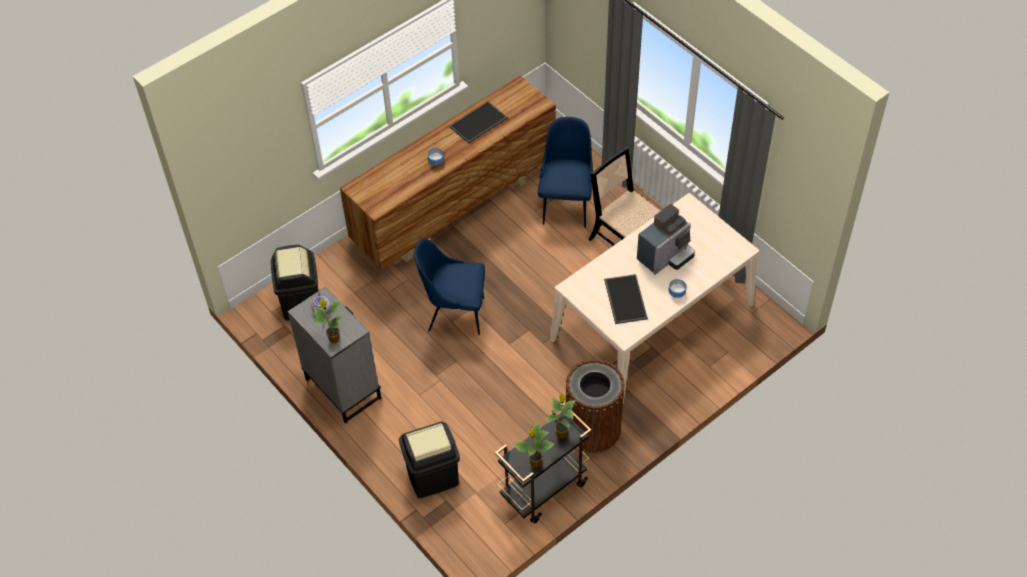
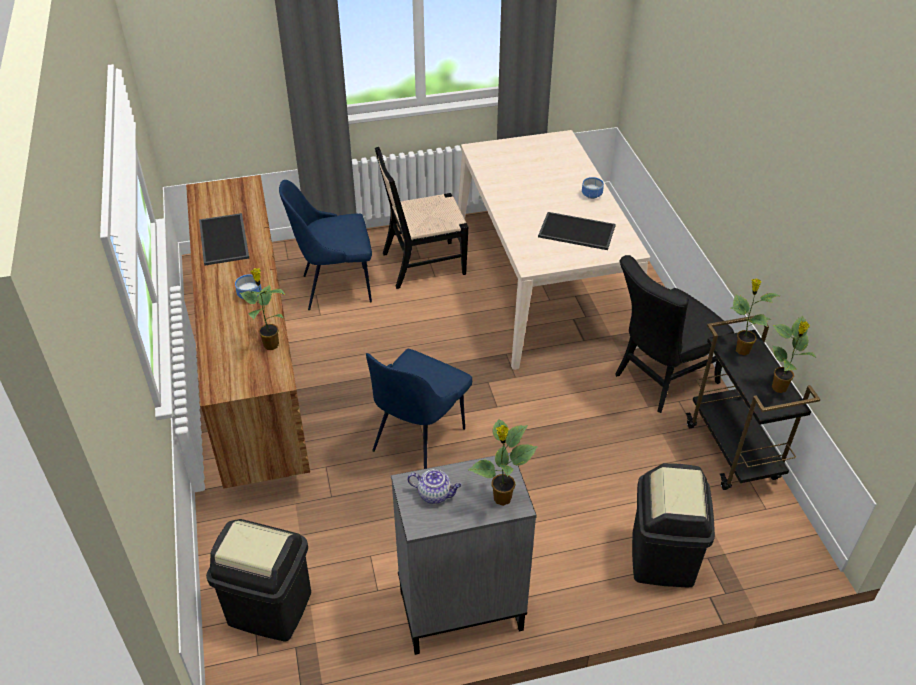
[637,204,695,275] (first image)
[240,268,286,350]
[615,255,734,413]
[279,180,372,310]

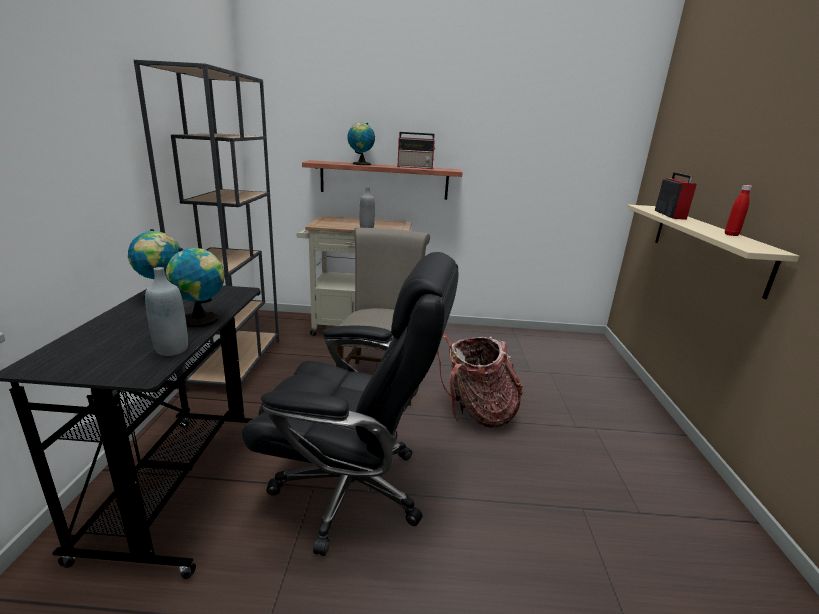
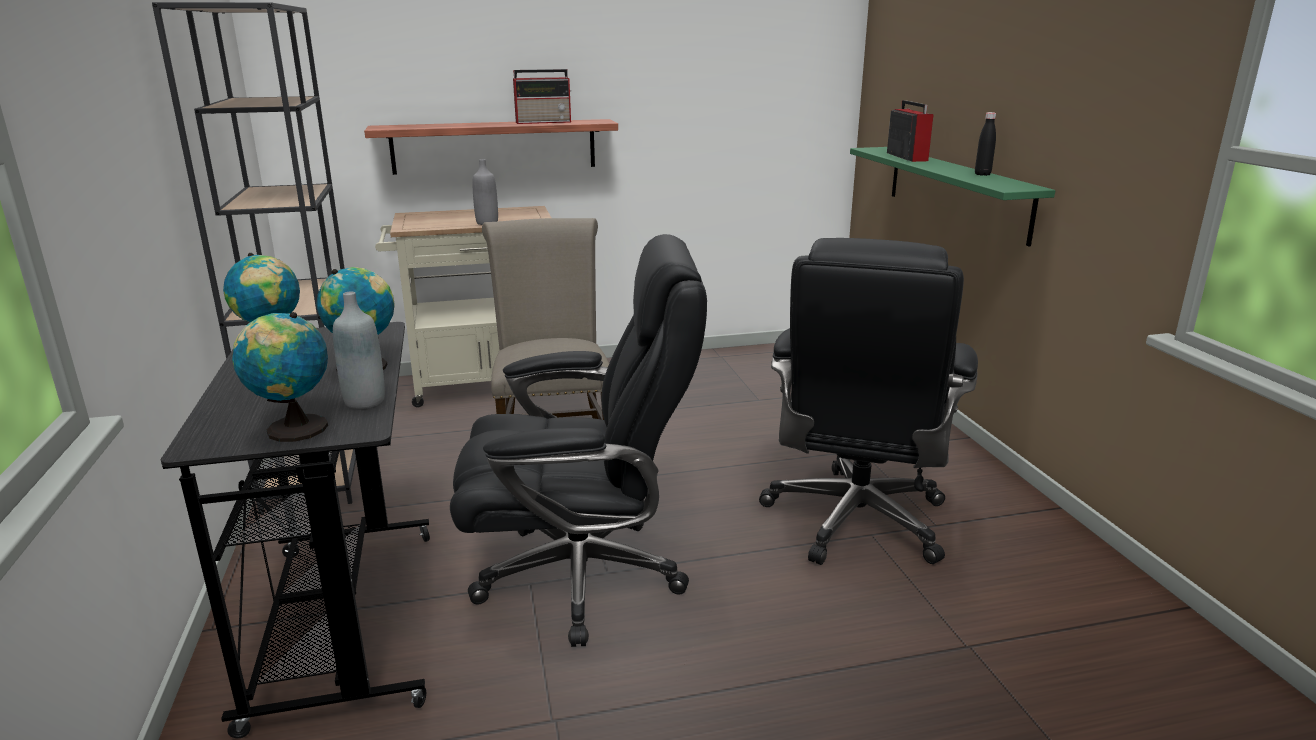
[437,334,523,428] (first image)
[759,238,978,565]
[232,312,328,442]
[850,147,1055,247]
[975,112,996,176]

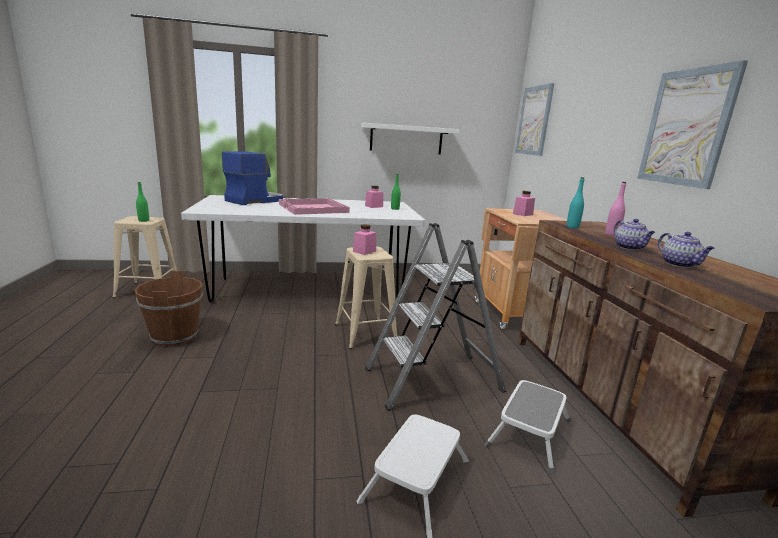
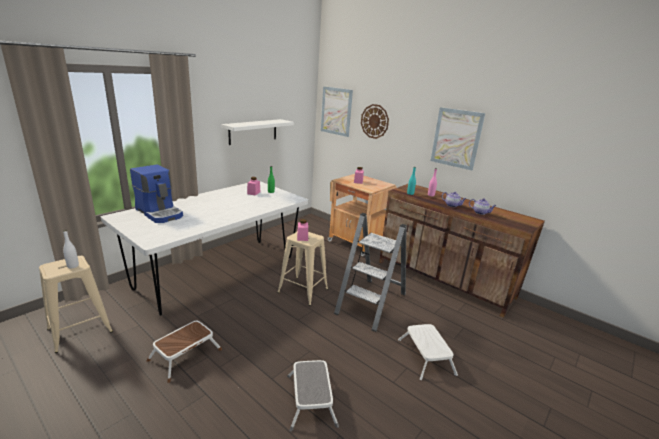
[279,198,350,215] (first image)
[361,104,389,139]
[287,360,339,431]
[147,321,222,383]
[63,230,79,269]
[130,165,183,223]

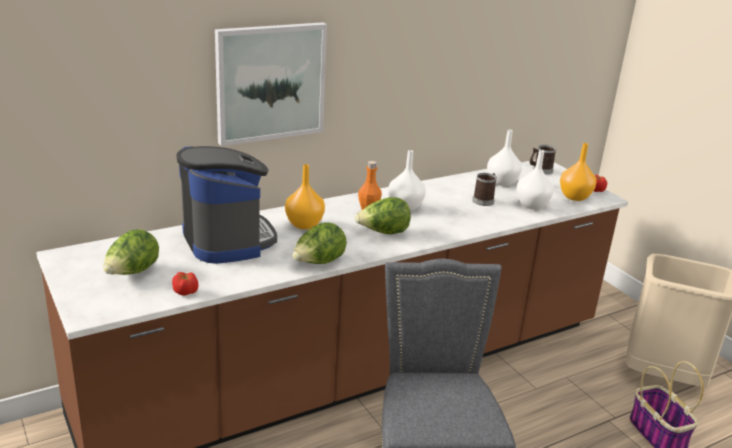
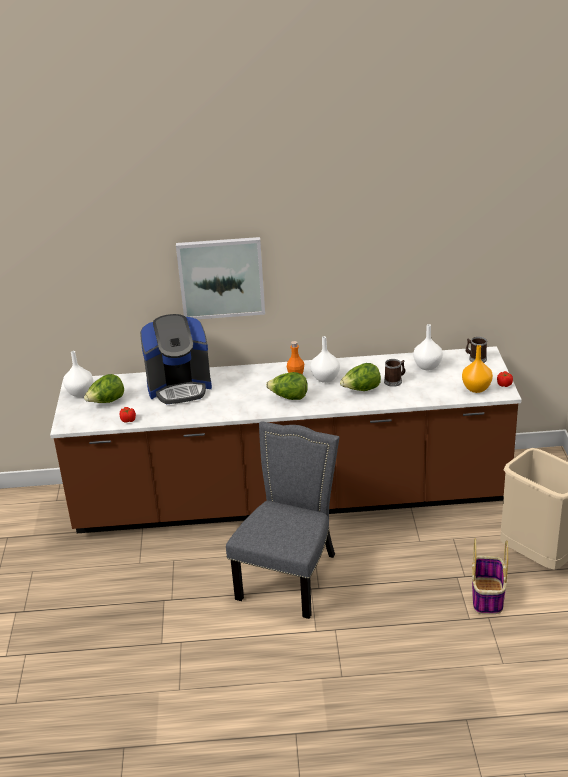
[285,164,325,229] (first image)
[340,363,381,391]
[63,351,93,397]
[140,314,212,404]

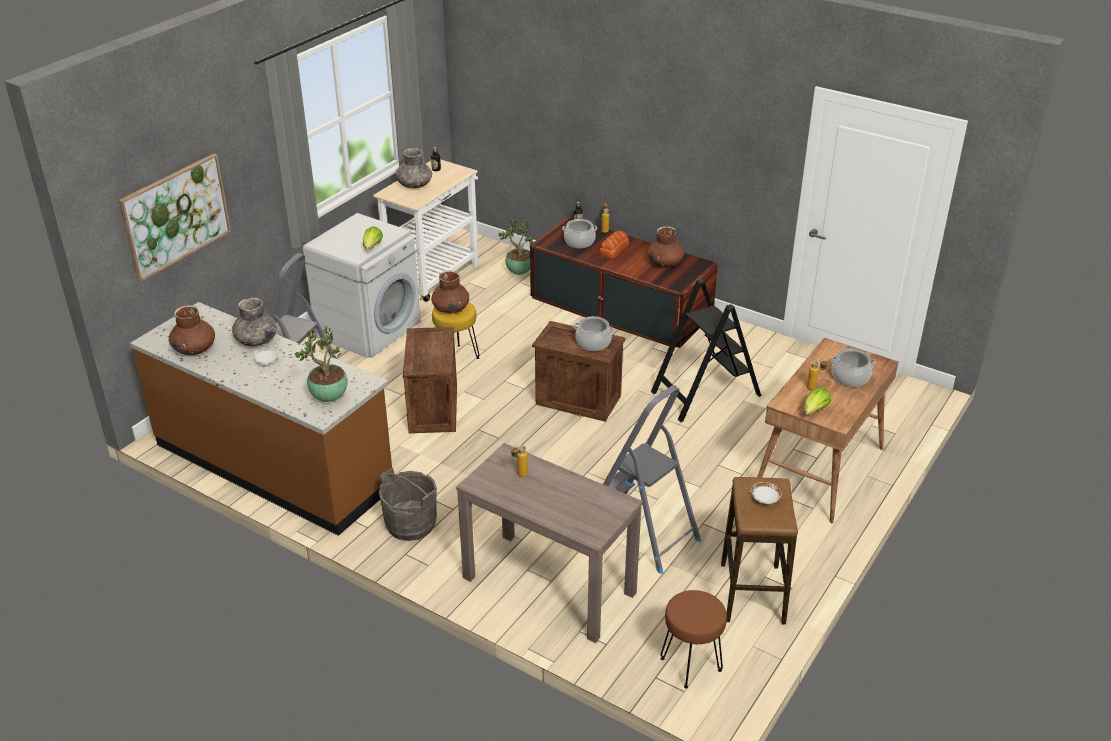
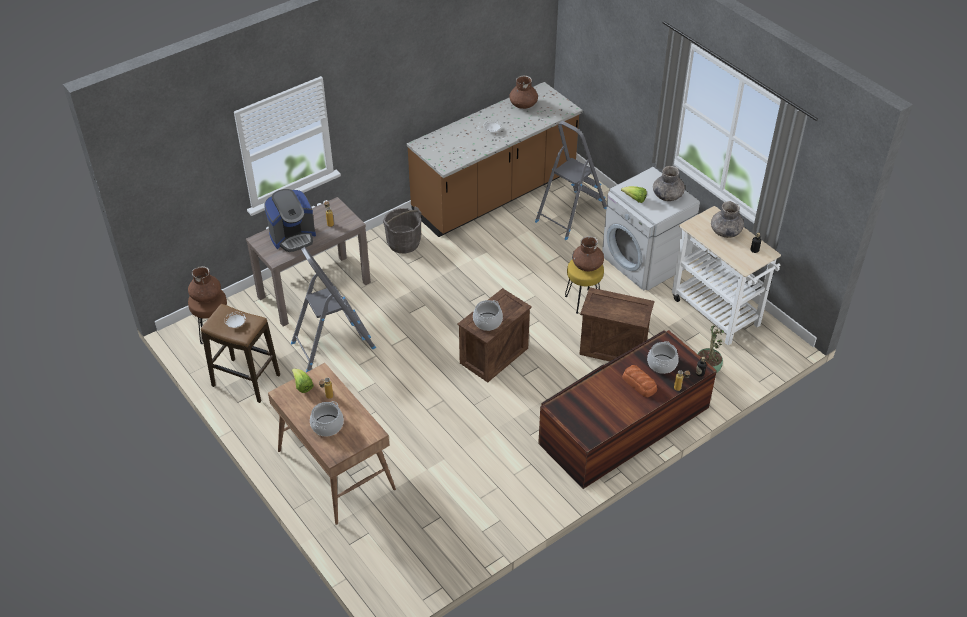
[118,154,231,281] (first image)
[295,326,348,402] (first image)
[651,279,762,422] (first image)
[264,189,316,252]
[653,166,685,201]
[579,287,655,361]
[188,266,221,303]

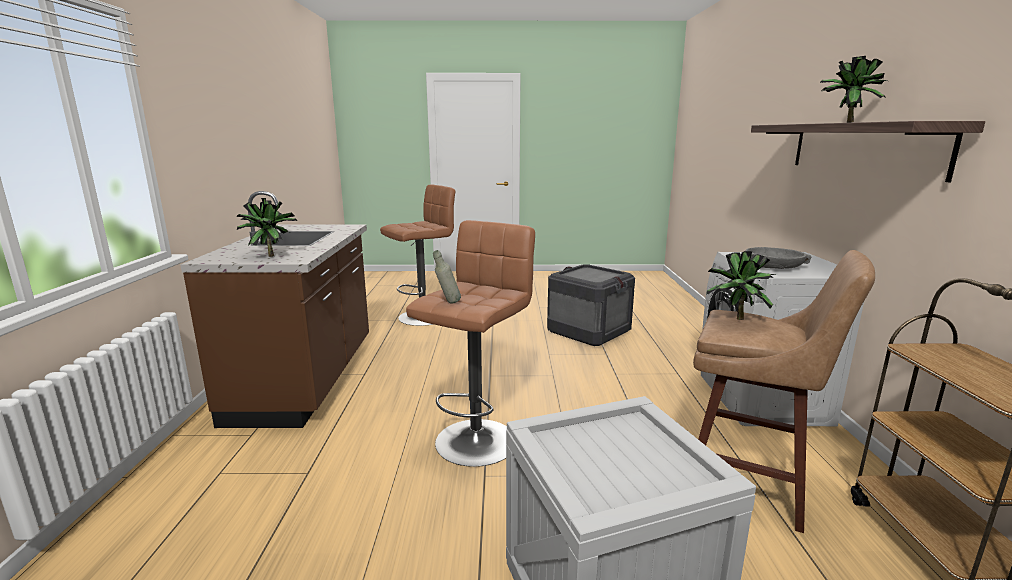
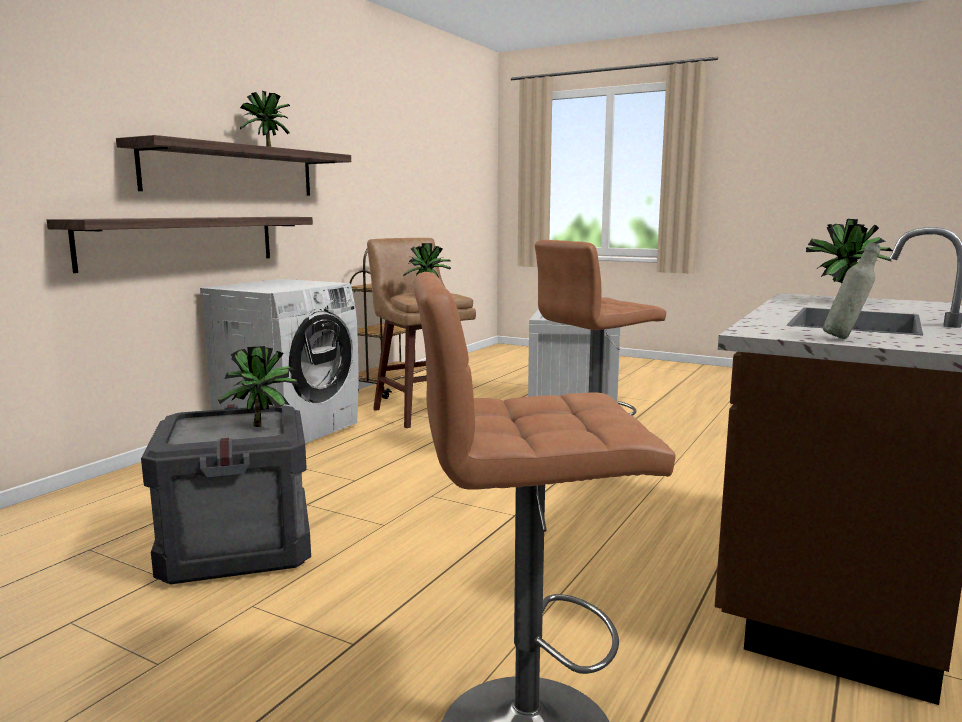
[746,247,811,269] (first image)
[47,217,313,273]
[218,346,298,427]
[823,242,880,339]

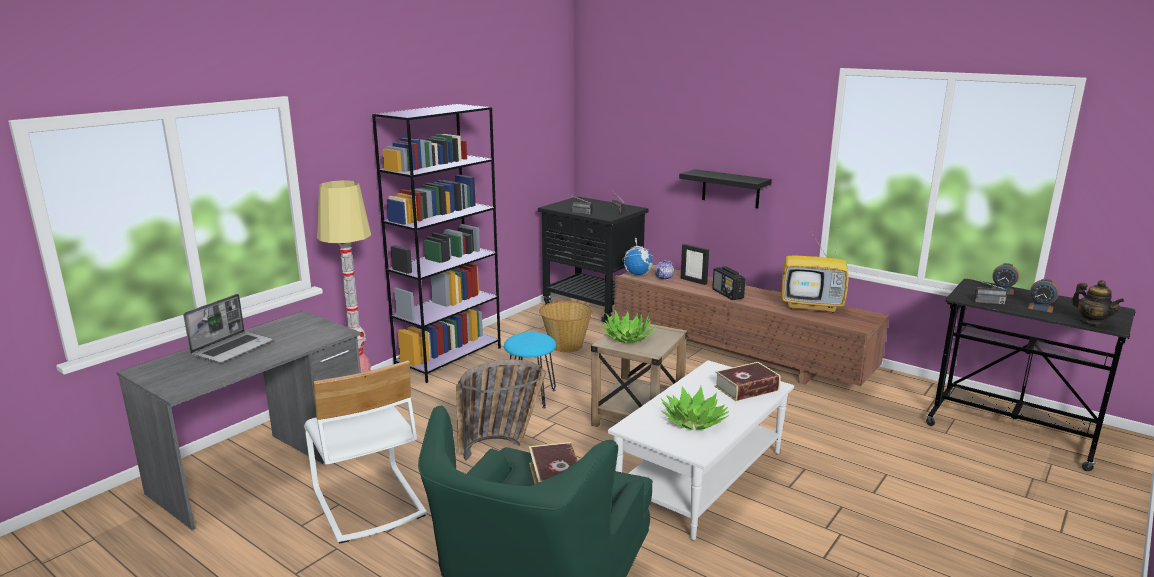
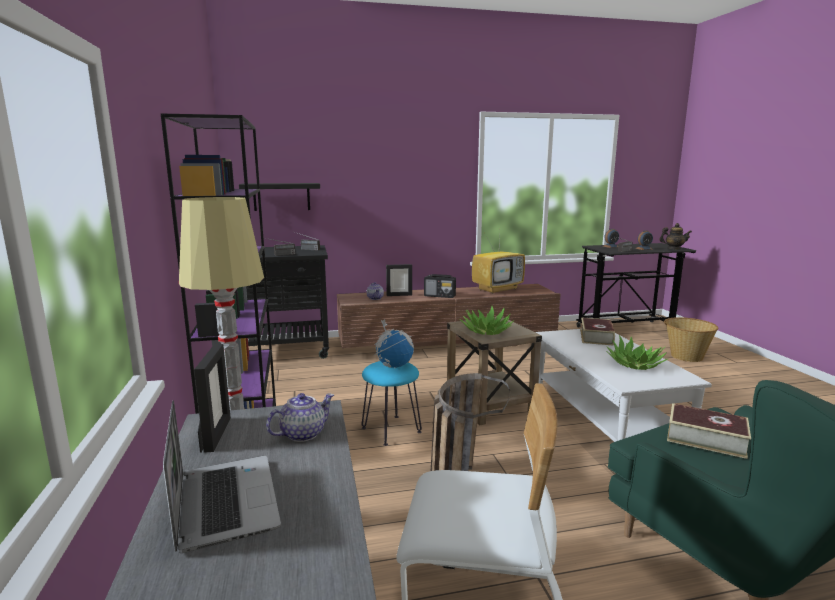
[194,344,231,453]
[266,393,334,442]
[664,317,718,362]
[374,319,414,368]
[239,183,320,211]

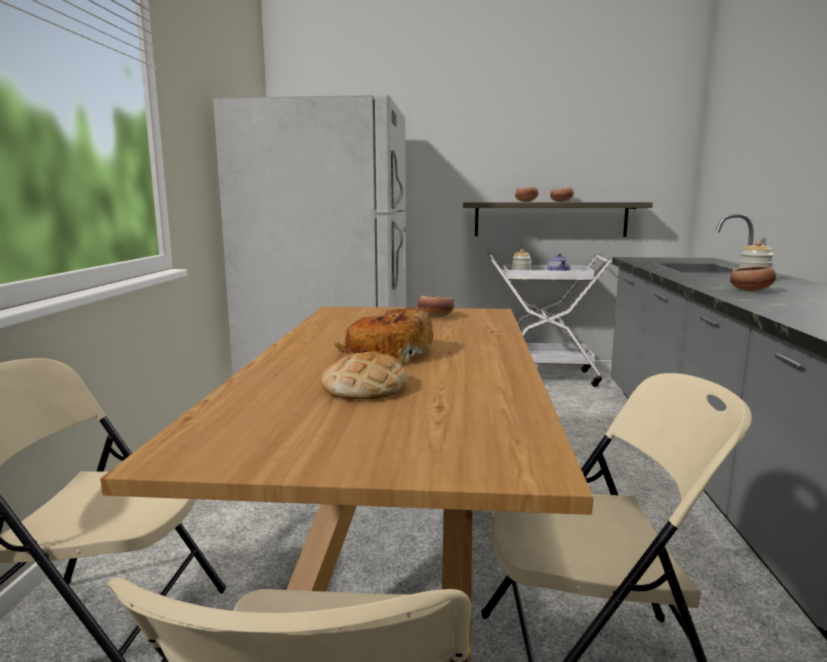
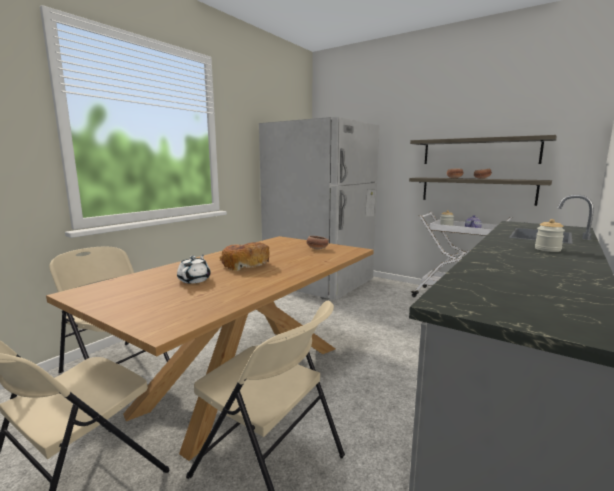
[730,266,776,291] (first image)
[410,135,557,164]
[177,255,211,284]

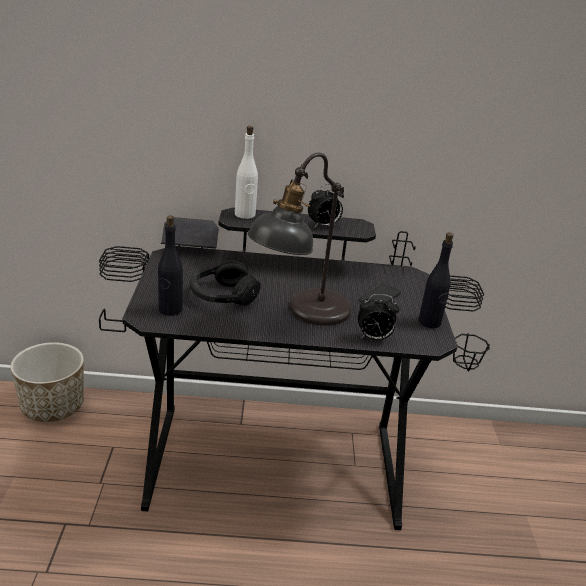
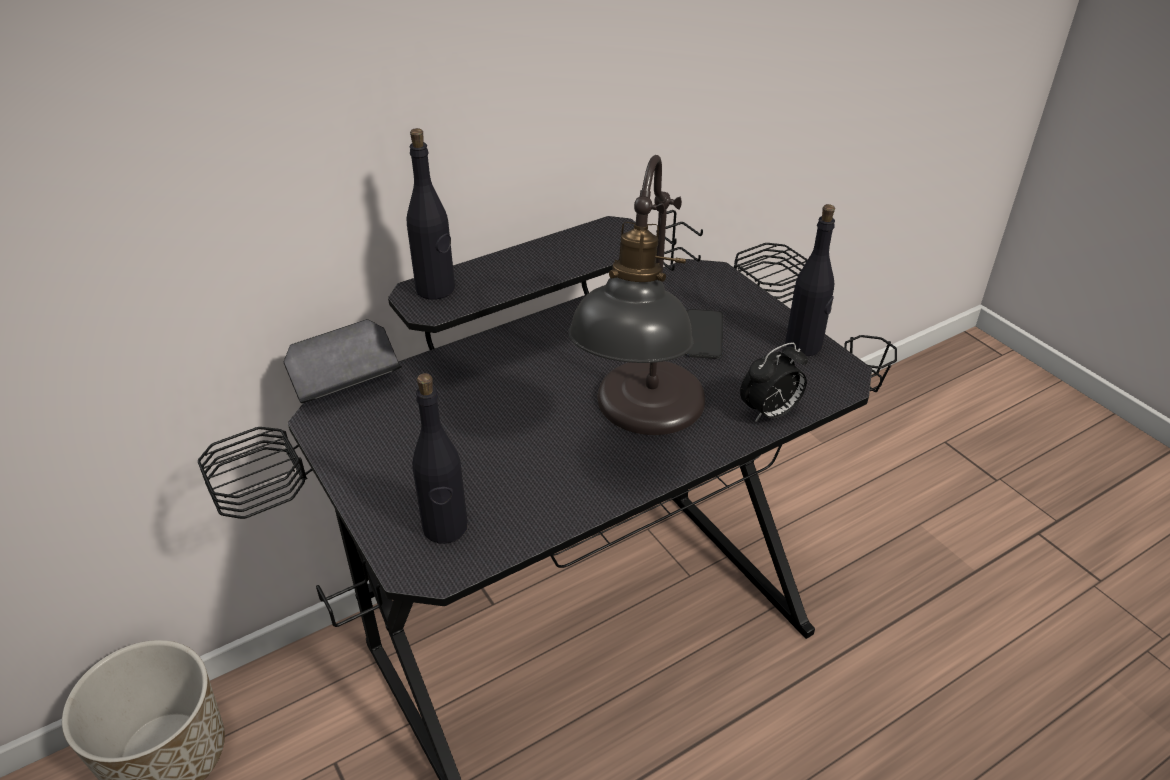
[190,260,261,306] (first image)
[308,184,344,227] (first image)
[407,128,455,300]

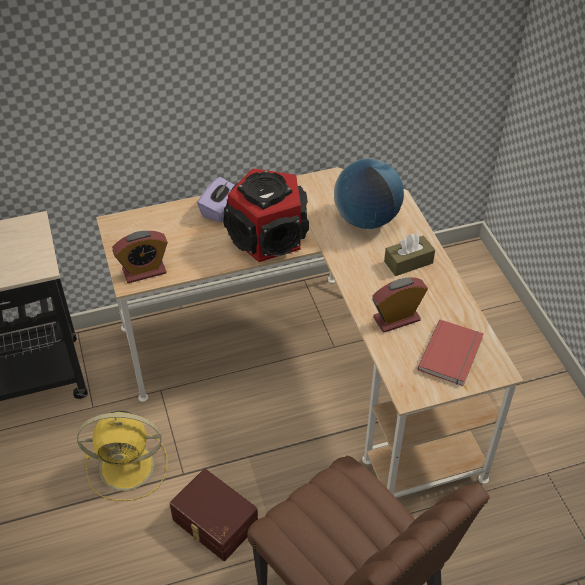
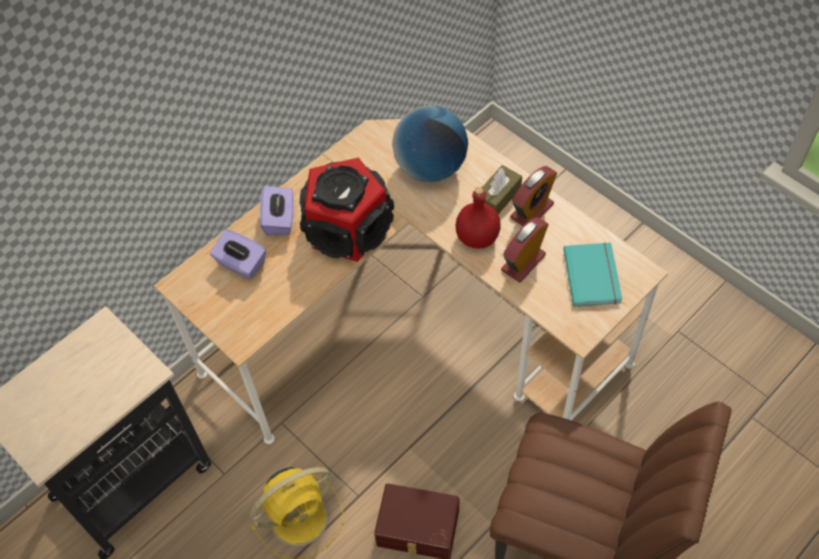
[210,229,266,280]
[456,187,501,249]
[510,166,557,226]
[563,242,623,307]

